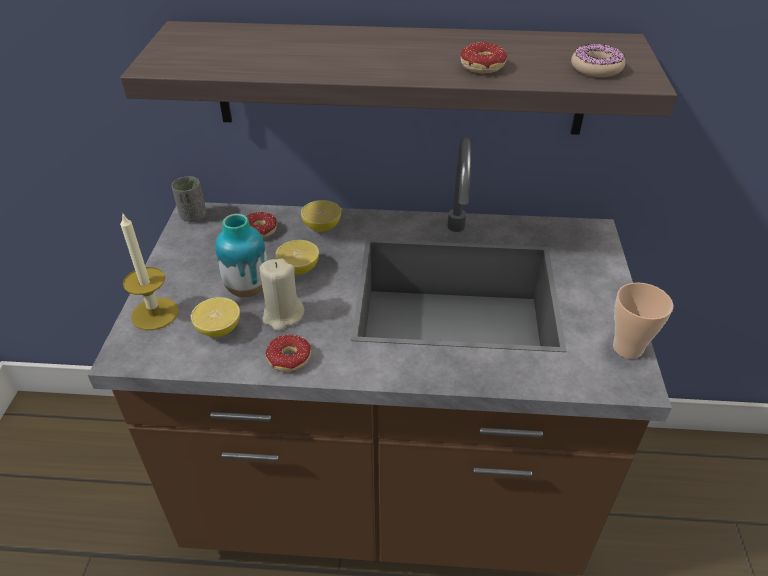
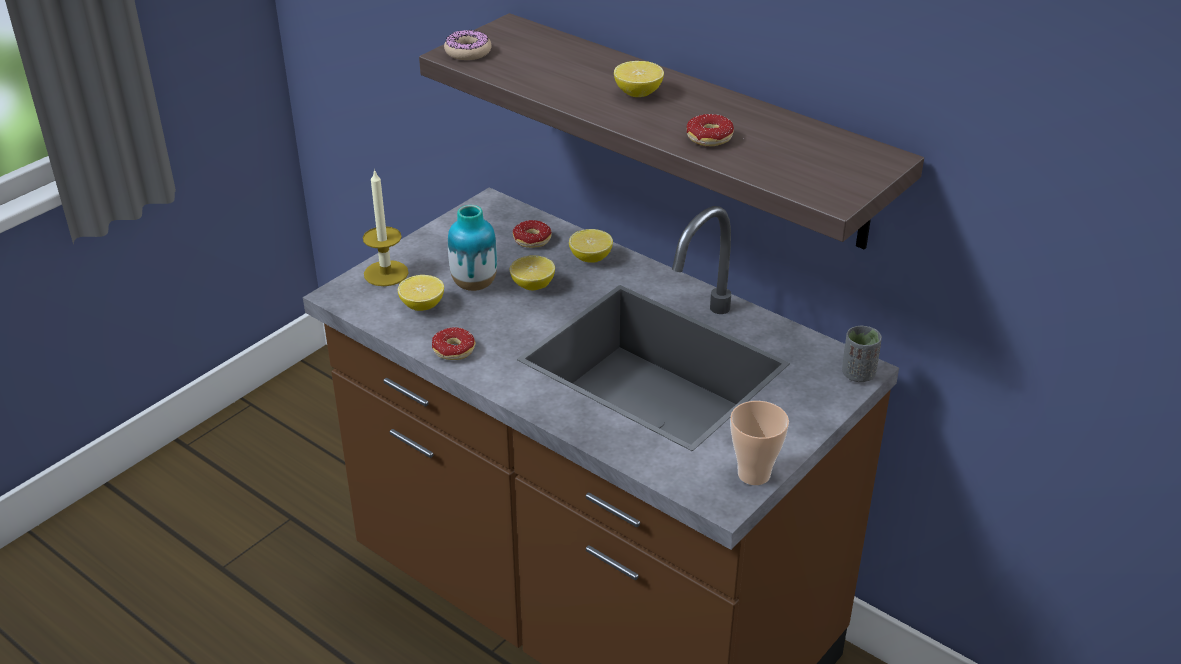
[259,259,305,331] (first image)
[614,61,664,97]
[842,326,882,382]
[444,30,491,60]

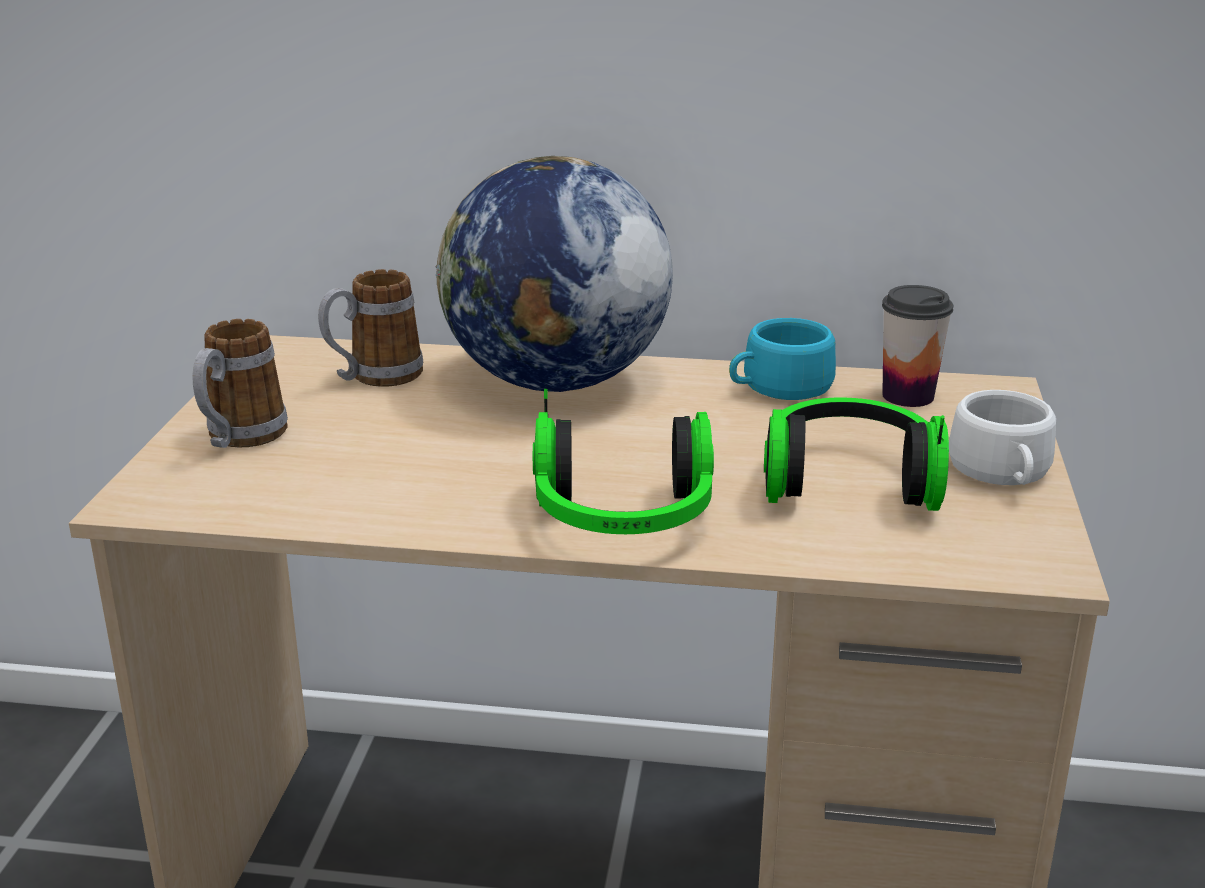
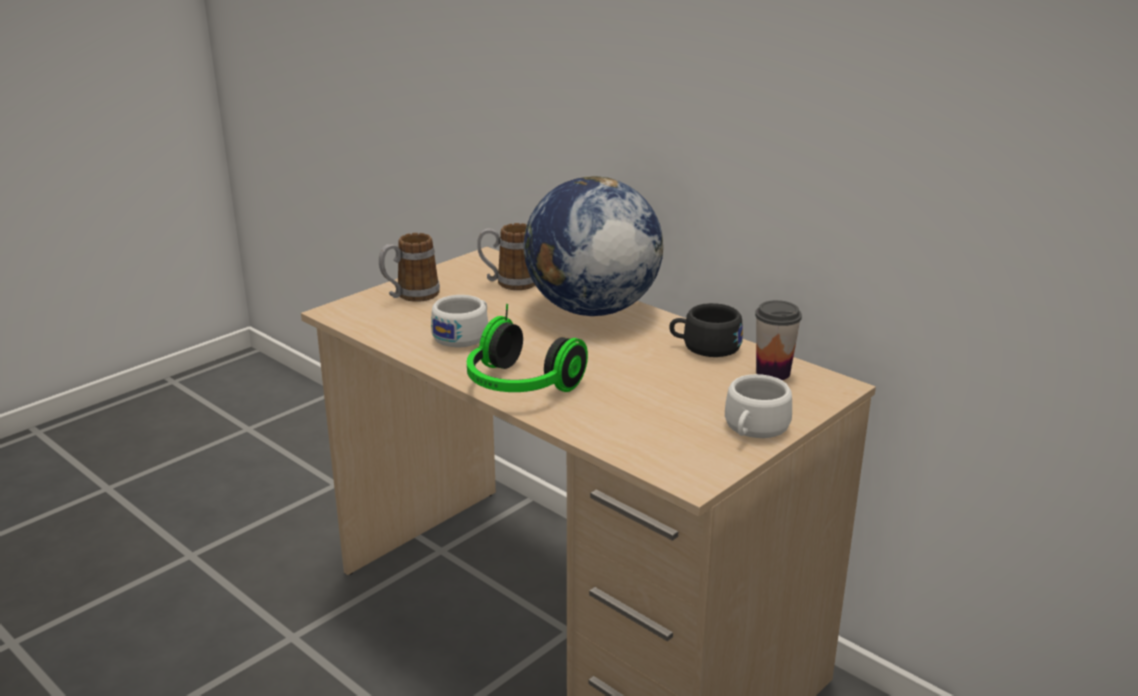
[764,398,949,511] (first image)
[431,295,488,347]
[669,303,743,357]

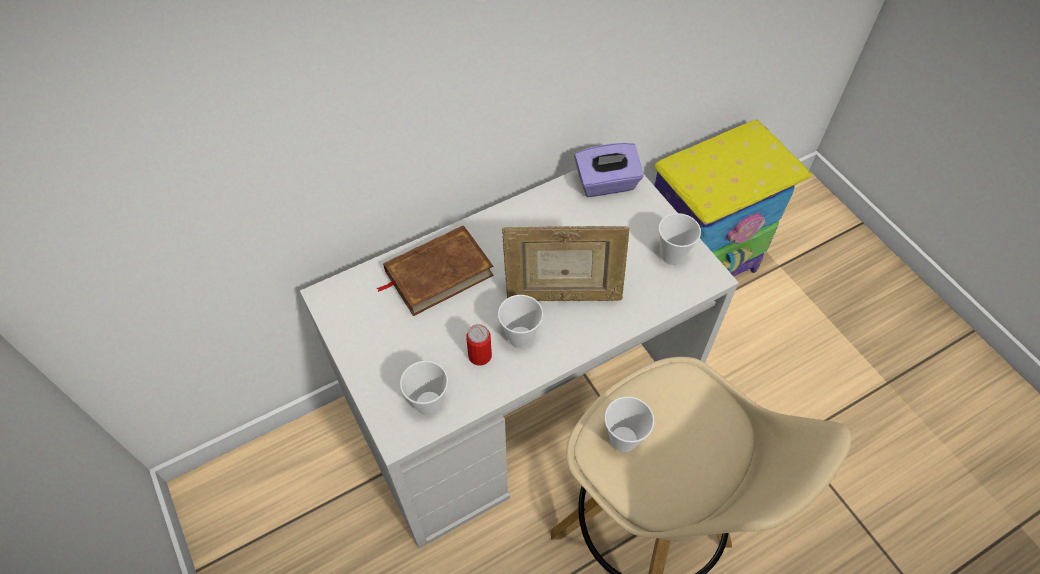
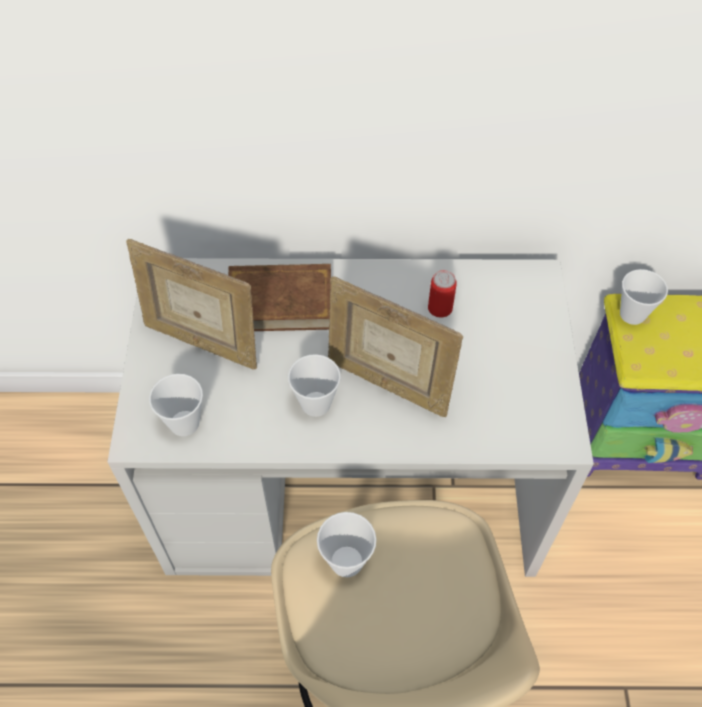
[574,143,644,197] (first image)
[126,239,257,369]
[428,270,457,318]
[620,269,668,325]

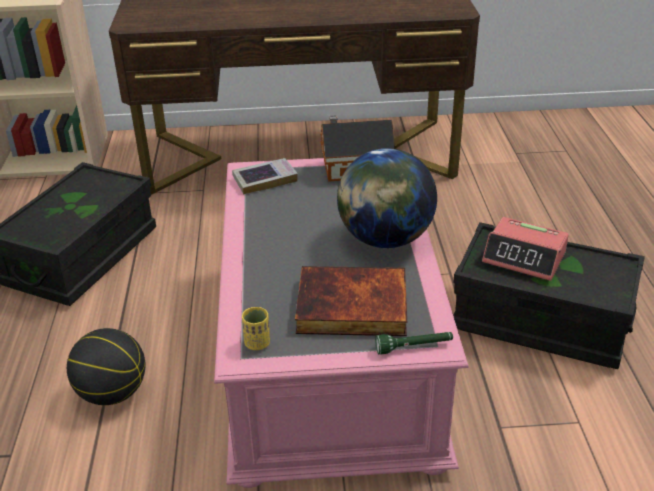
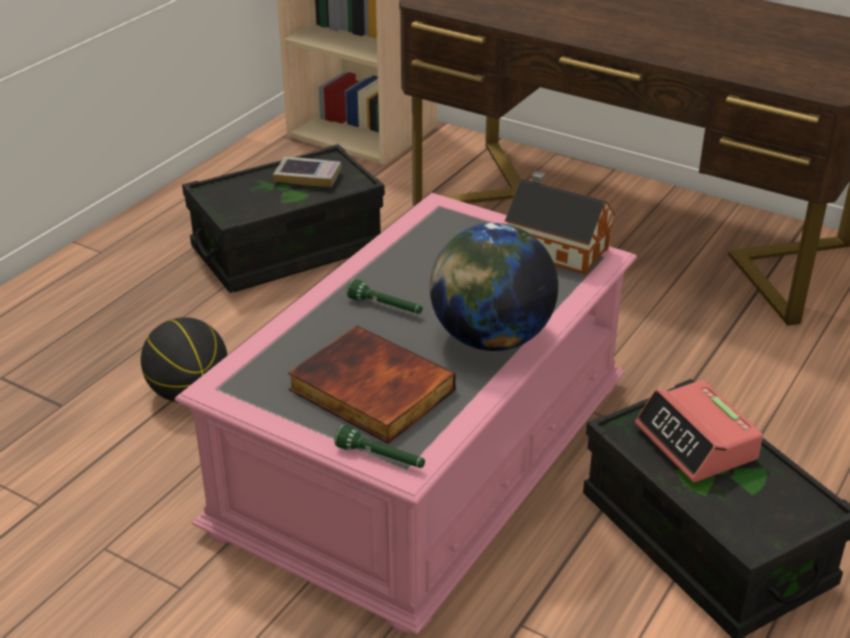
[242,307,270,350] (first image)
[347,279,423,314]
[273,156,342,187]

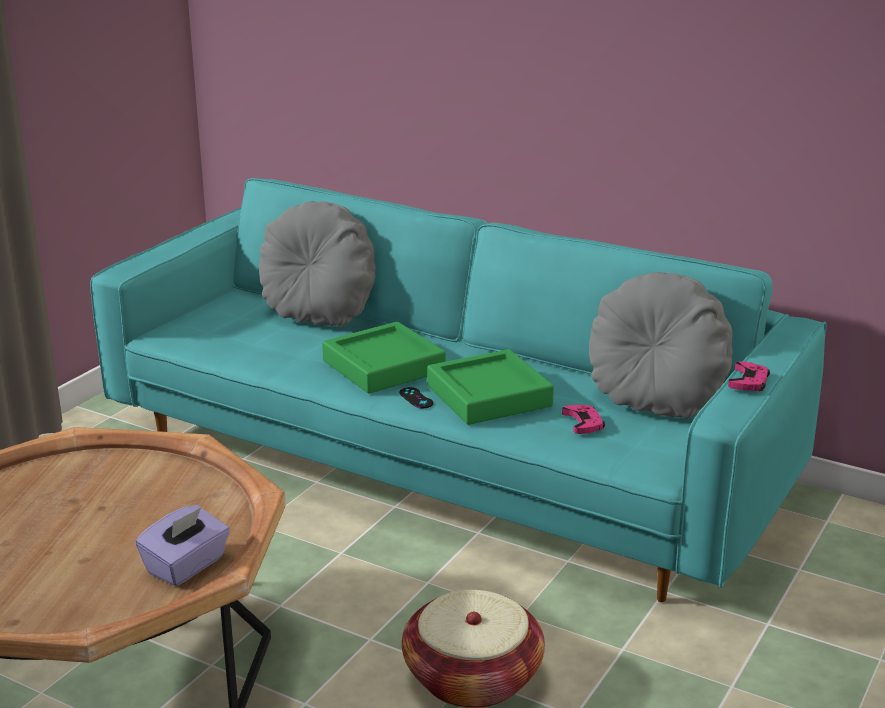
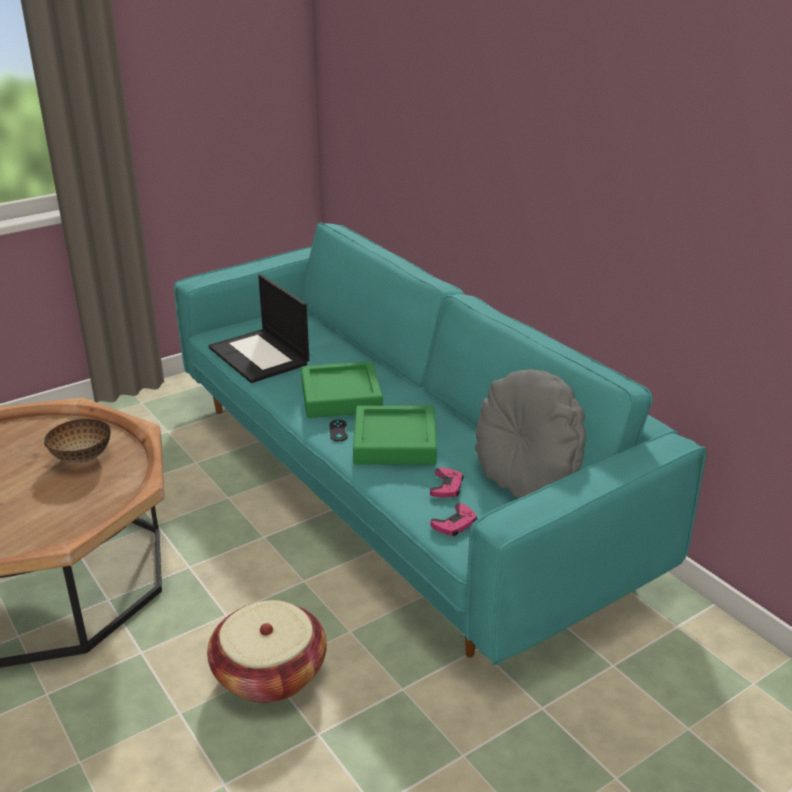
[135,504,230,586] (first image)
[259,201,376,326] (first image)
[44,419,111,464]
[209,274,309,383]
[431,503,478,536]

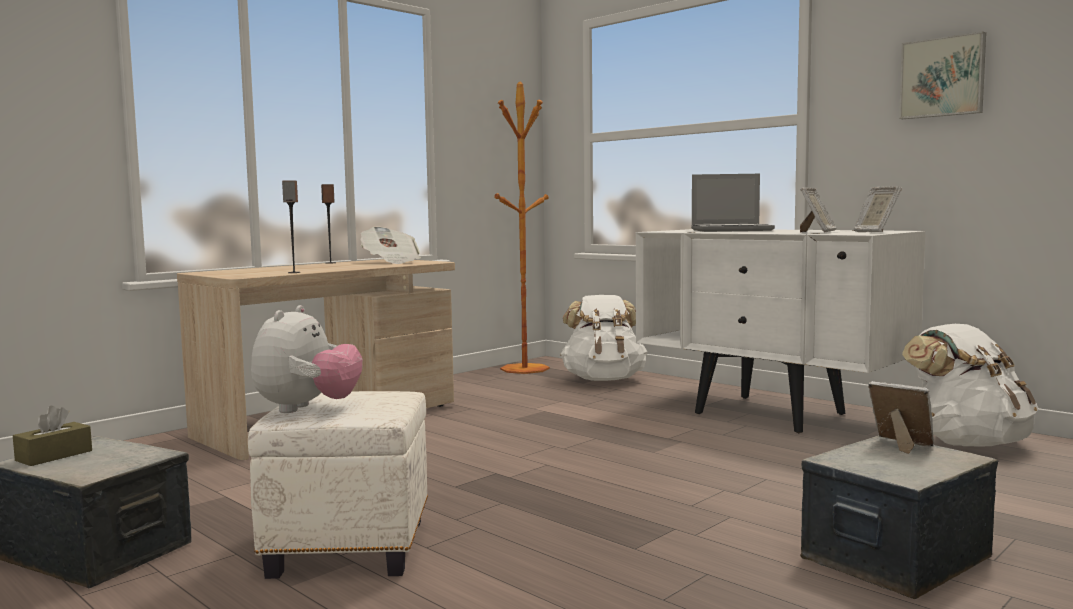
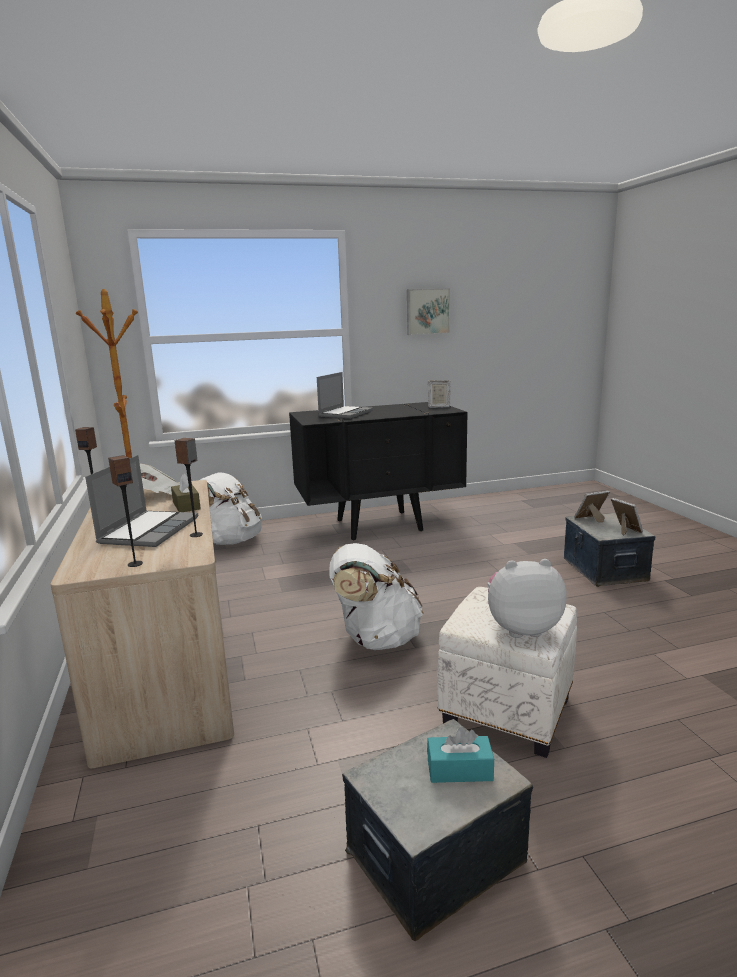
[85,455,198,547]
[108,455,143,567]
[427,727,494,783]
[171,474,201,512]
[611,498,643,535]
[329,543,423,650]
[289,402,467,540]
[487,559,567,638]

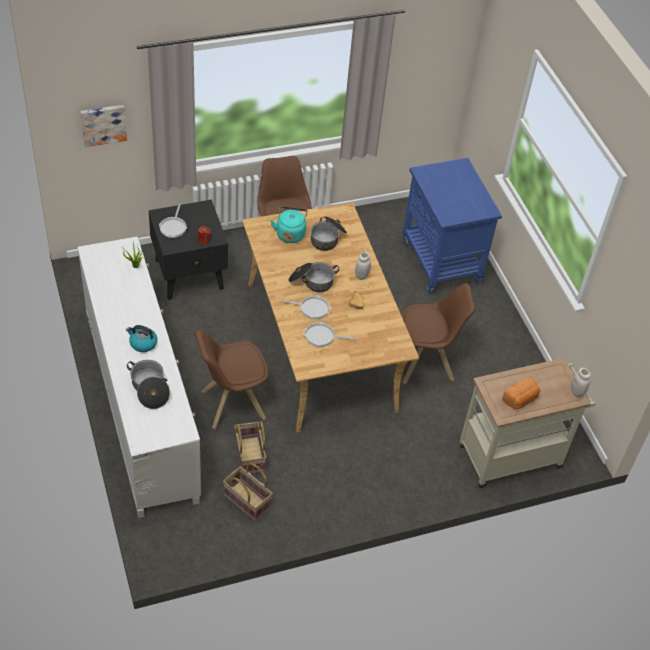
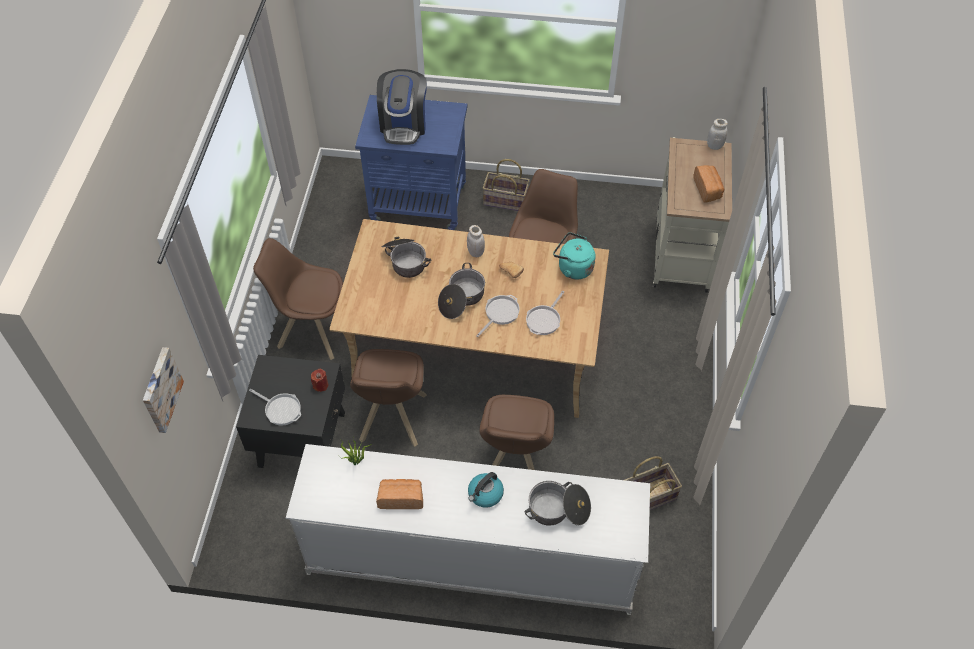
[350,349,427,447]
[376,479,423,509]
[377,69,427,145]
[483,159,530,211]
[553,232,596,280]

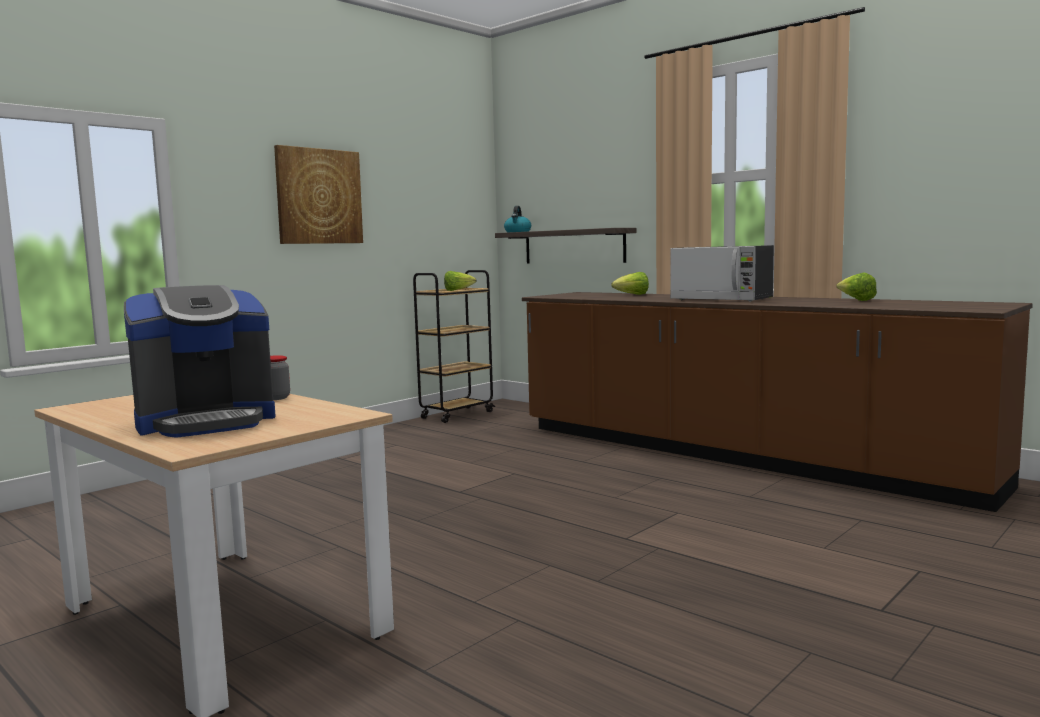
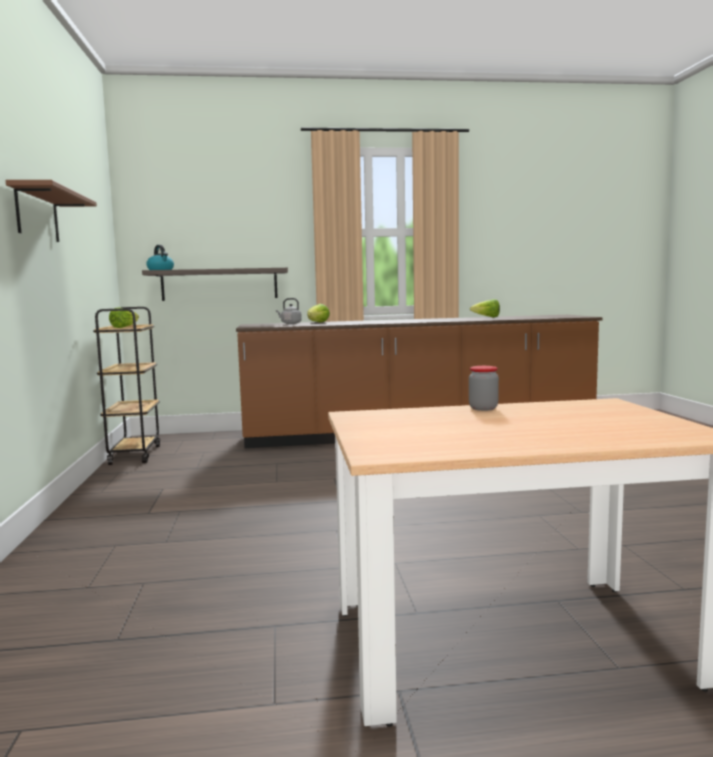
[124,285,276,438] (first image)
[670,245,774,302] (first image)
[276,298,302,324]
[6,180,97,242]

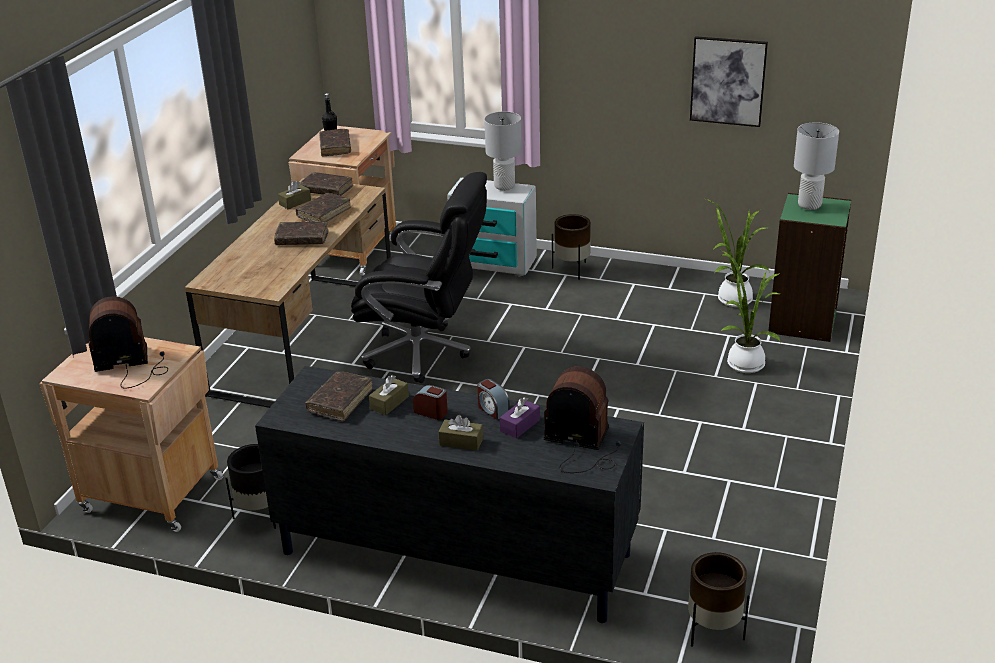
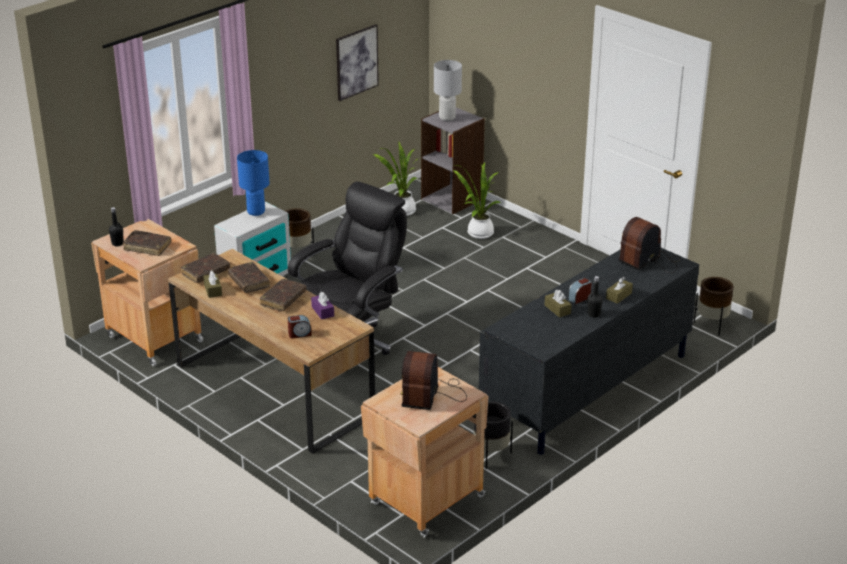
[305,372,372,421] (first image)
[587,276,603,317]
[288,315,312,338]
[311,292,334,320]
[237,150,270,216]
[421,107,485,214]

